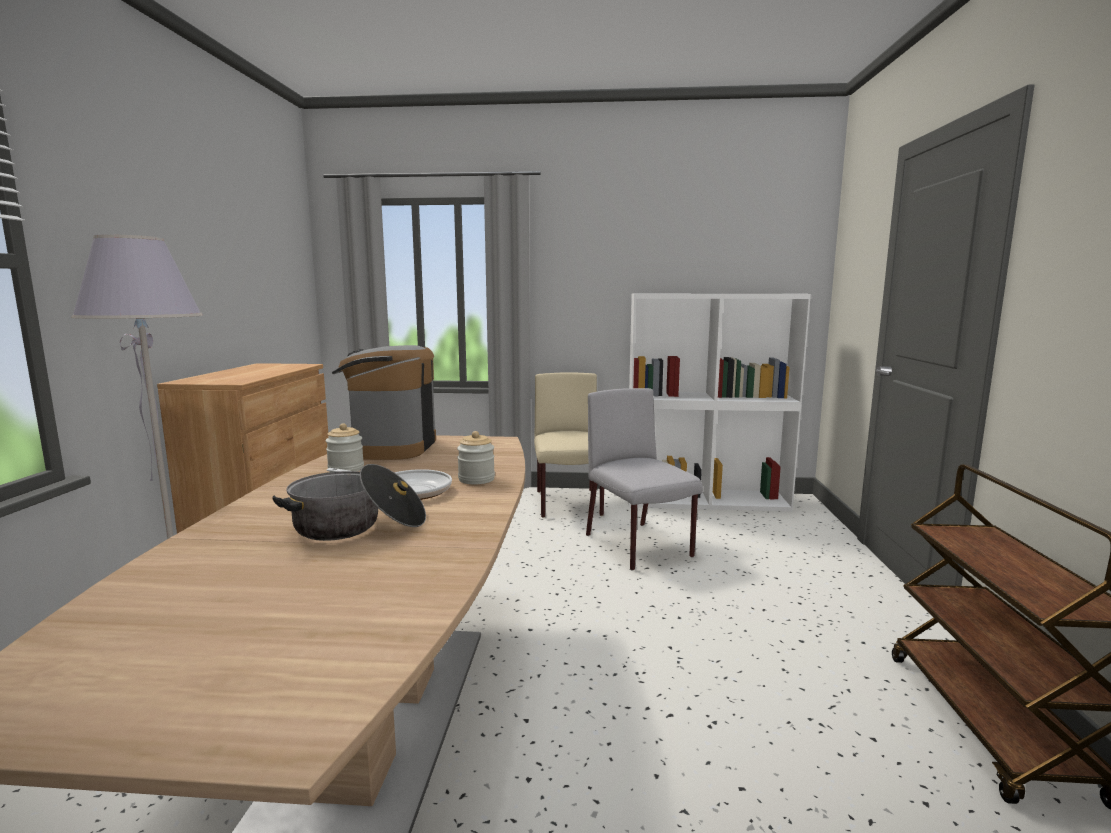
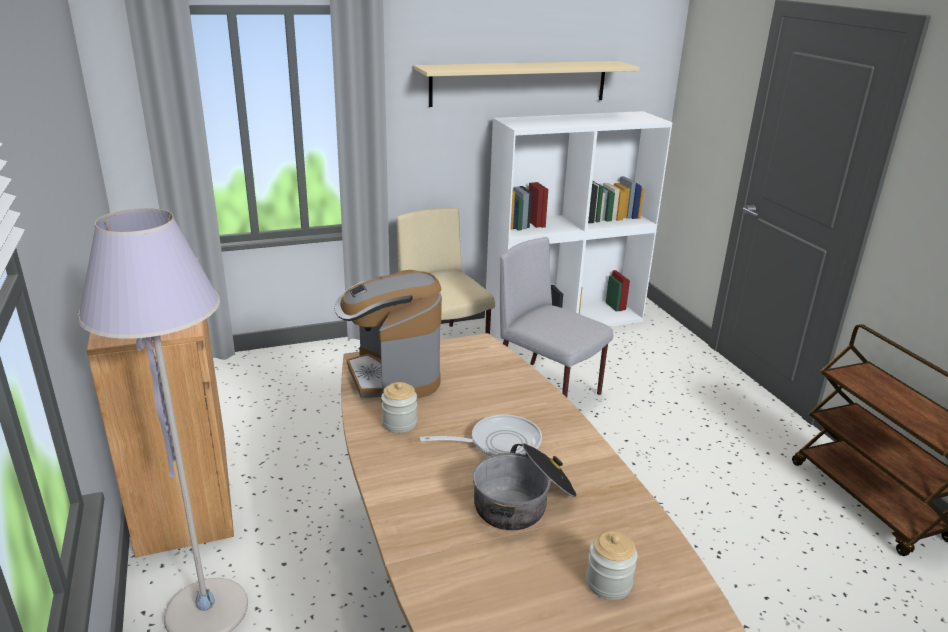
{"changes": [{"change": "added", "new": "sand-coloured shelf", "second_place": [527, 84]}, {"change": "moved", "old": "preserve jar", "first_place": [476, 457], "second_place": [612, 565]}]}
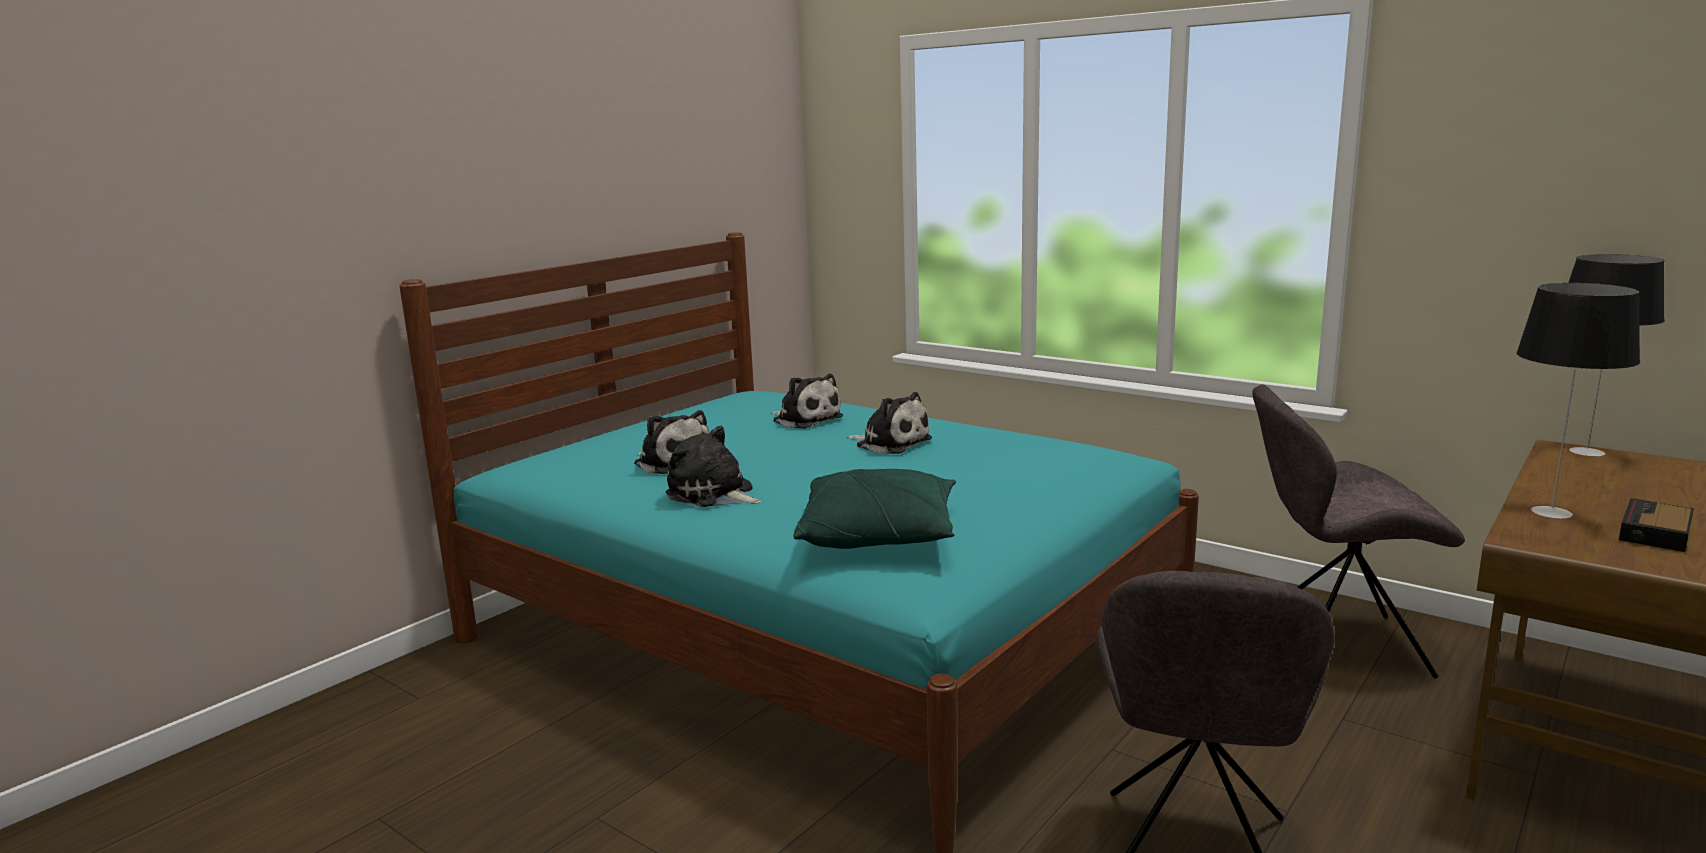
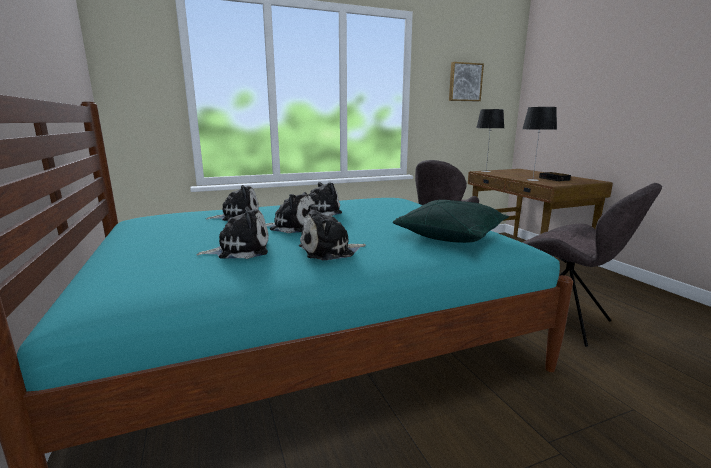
{"changes": [{"change": "added", "new": "cuddly toy", "second_place": [290, 212]}, {"change": "added", "new": "picture", "second_place": [466, 81]}]}
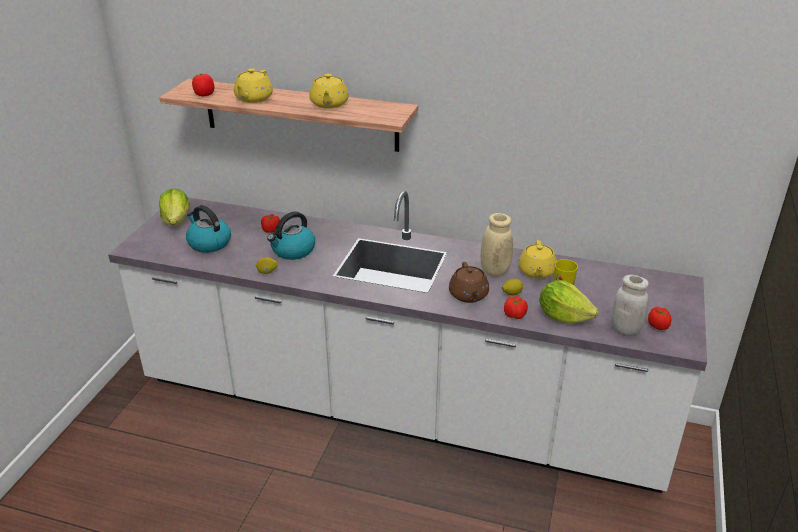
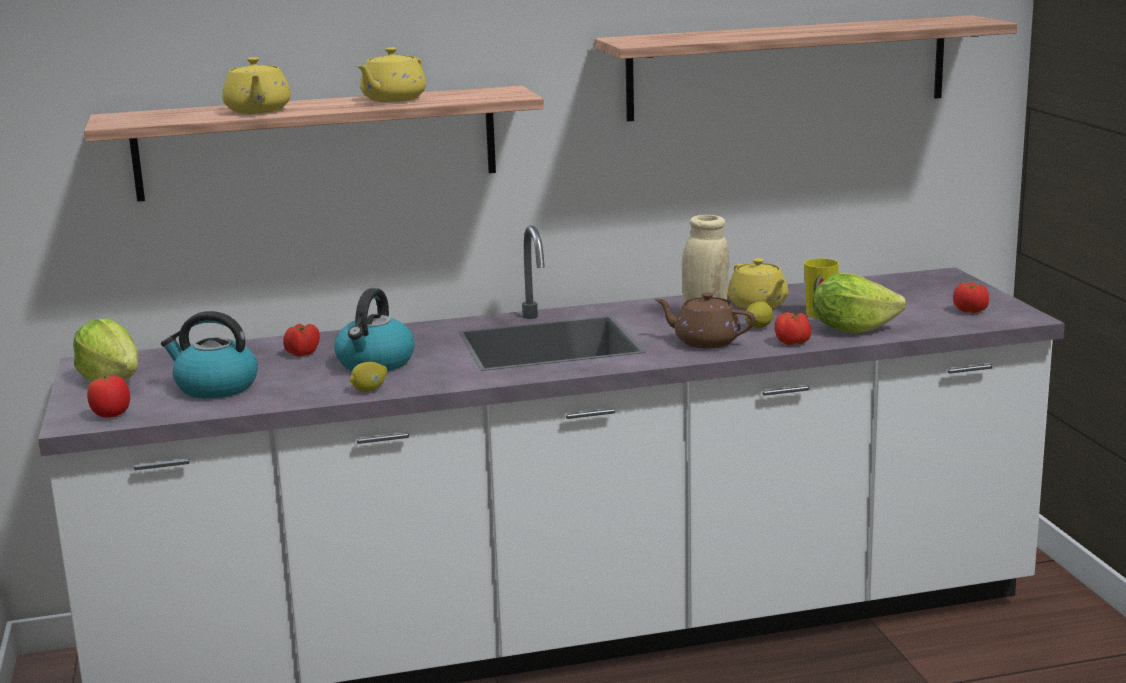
{"changes": [{"change": "removed", "old": "whitish preserve jar", "first_place": [630, 305]}, {"change": "added", "new": "shelf", "second_place": [805, 68]}, {"change": "moved", "old": "fresh tomato", "first_place": [203, 84], "second_place": [108, 396]}, {"change": "turned", "old": "yellow-coloured teapot", "first_place": [329, 91], "second_place": [391, 74], "degrees": 60}, {"change": "turned", "old": "brownish teapot", "first_place": [469, 282], "second_place": [705, 320], "degrees": 150}]}
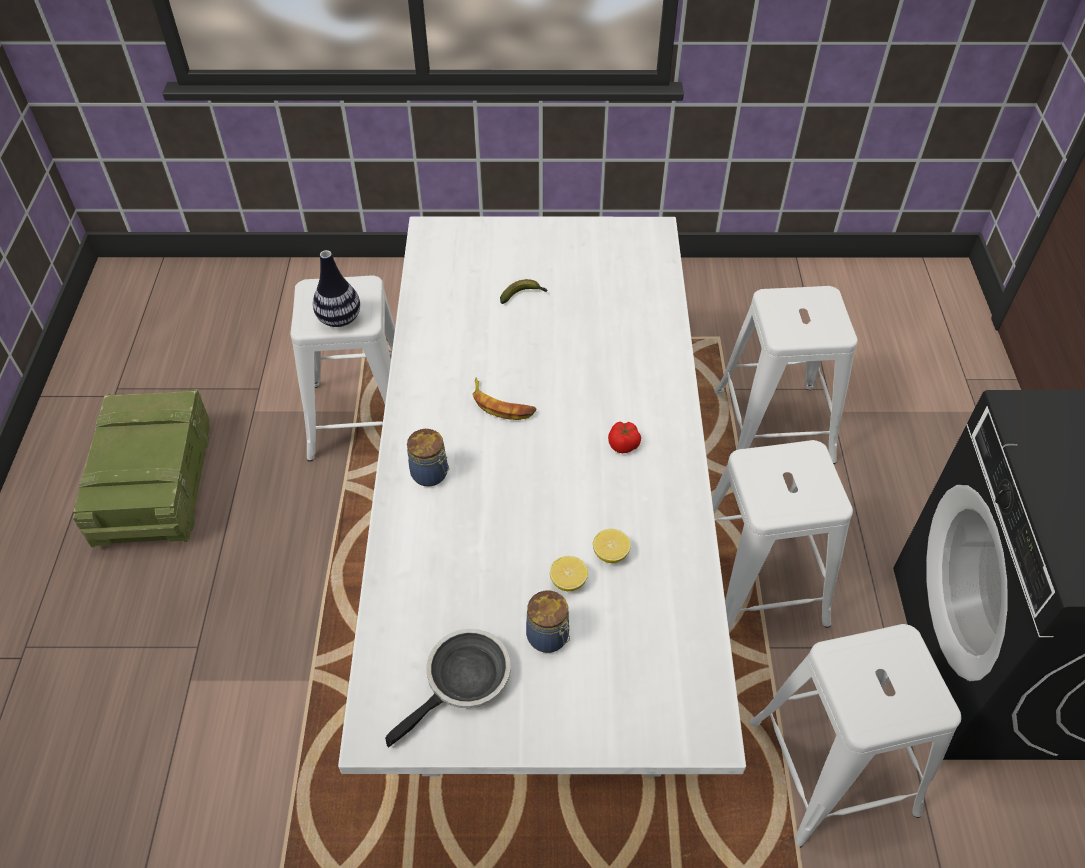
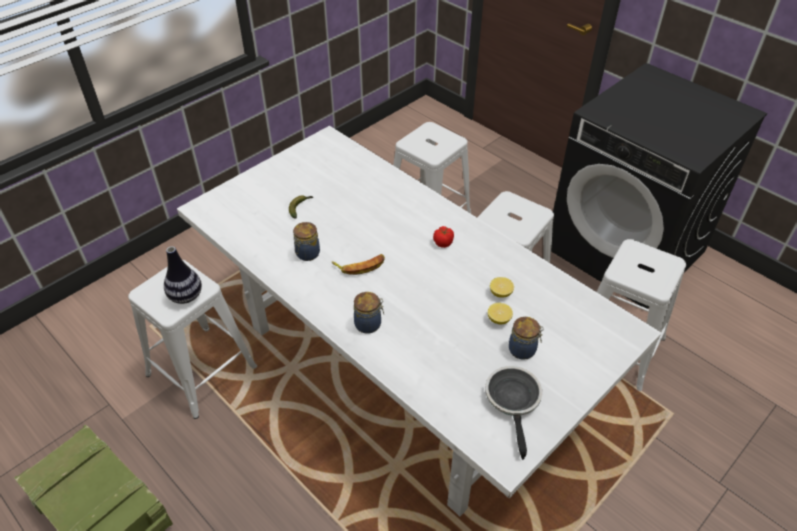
{"changes": [{"change": "added", "new": "preserve jar", "second_place": [306, 241]}]}
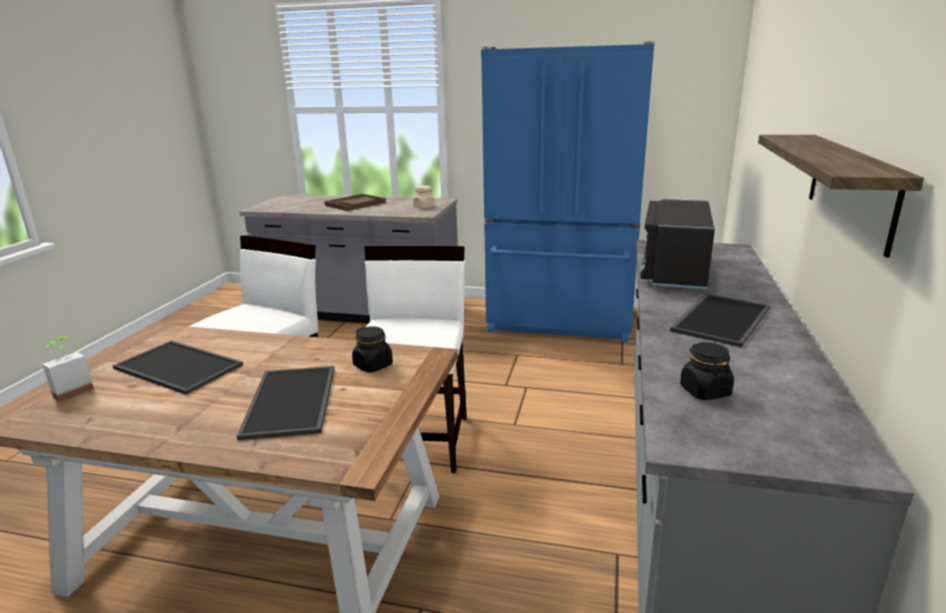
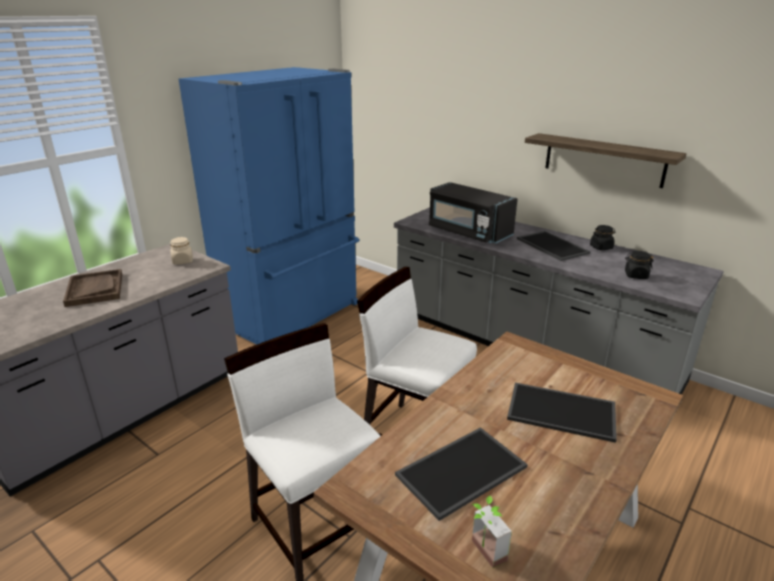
{"changes": [{"change": "moved", "old": "blackish preserve jar", "first_place": [372, 349], "second_place": [602, 237]}]}
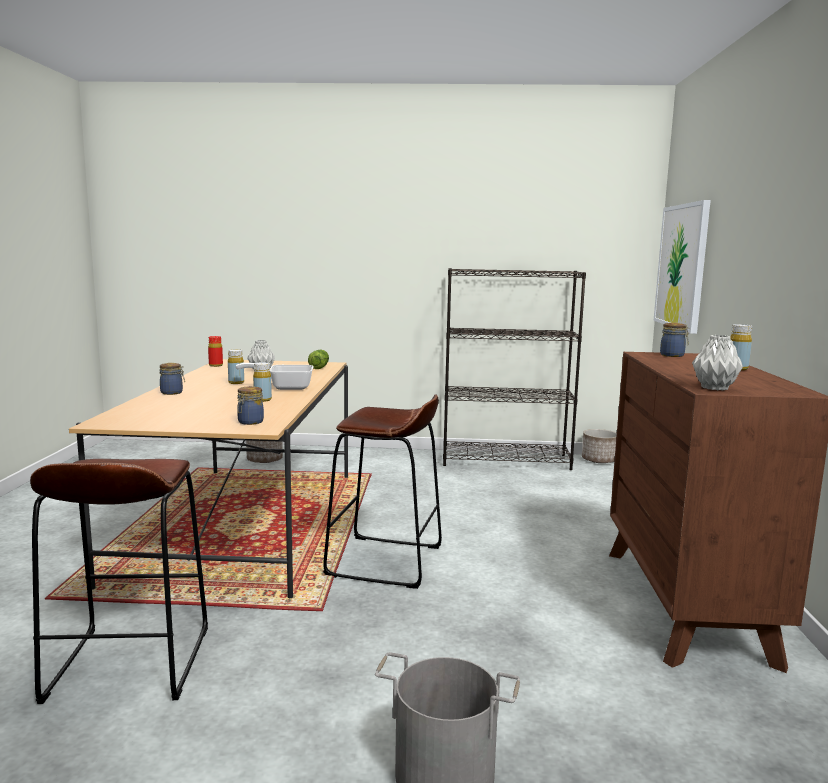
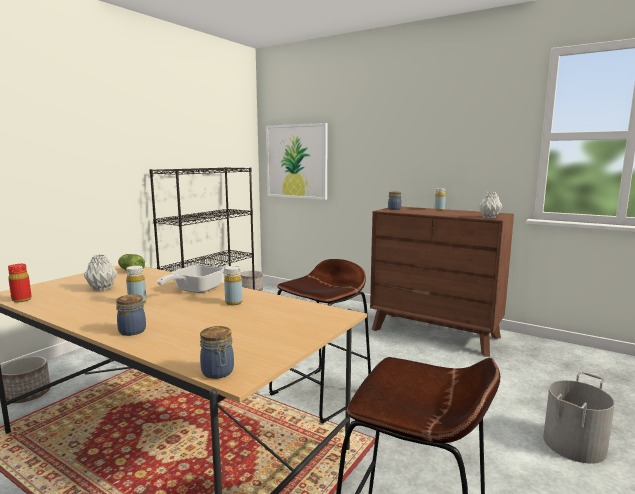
{"changes": [{"change": "moved", "old": "preserve jar", "first_place": [250, 405], "second_place": [217, 352]}]}
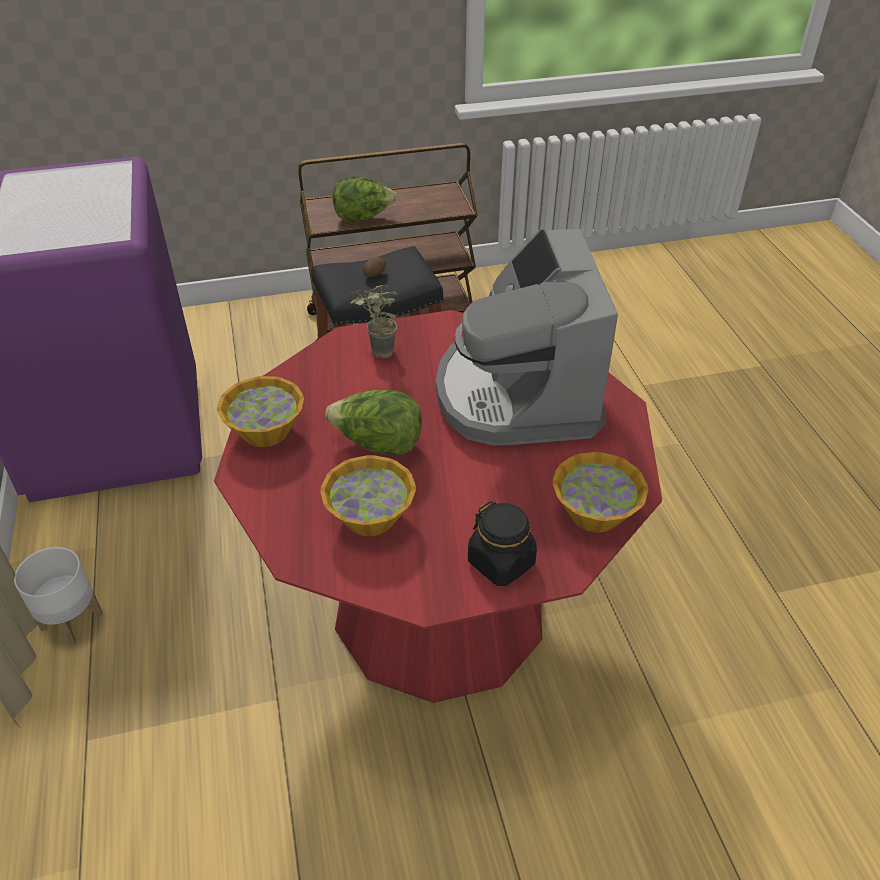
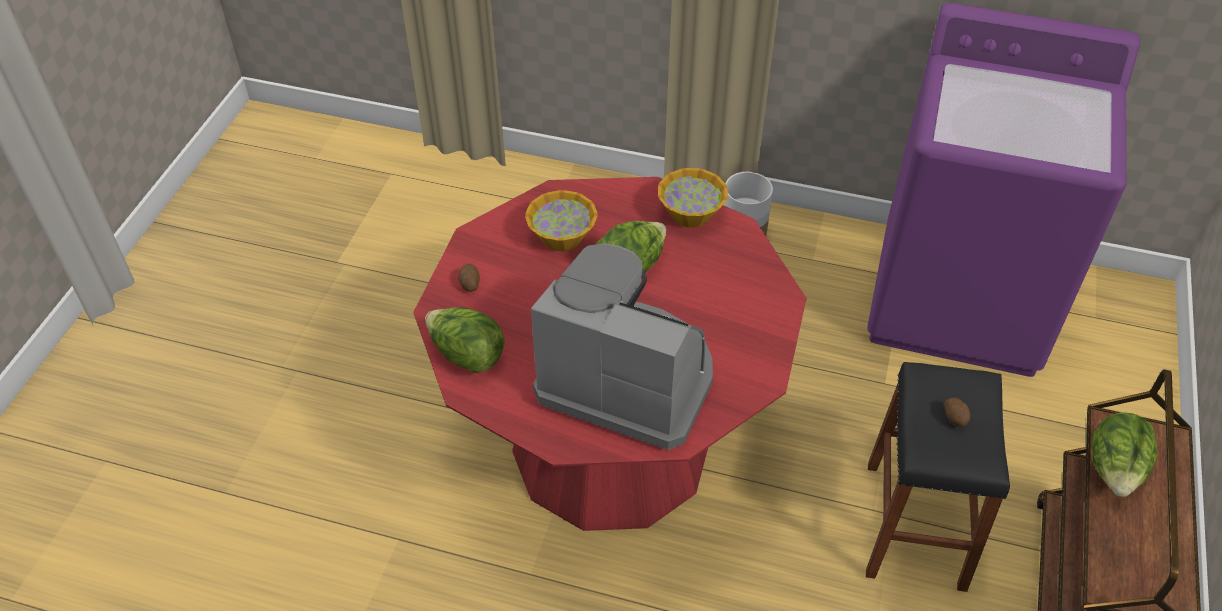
{"changes": [{"change": "removed", "old": "houseplant", "first_place": [373, 321]}, {"change": "replaced", "old": "blackish preserve jar", "new": "spud", "first_place": [502, 543], "second_place": [469, 278]}, {"change": "replaced", "old": "deep dish", "new": "lettuce", "first_place": [600, 492], "second_place": [465, 340]}]}
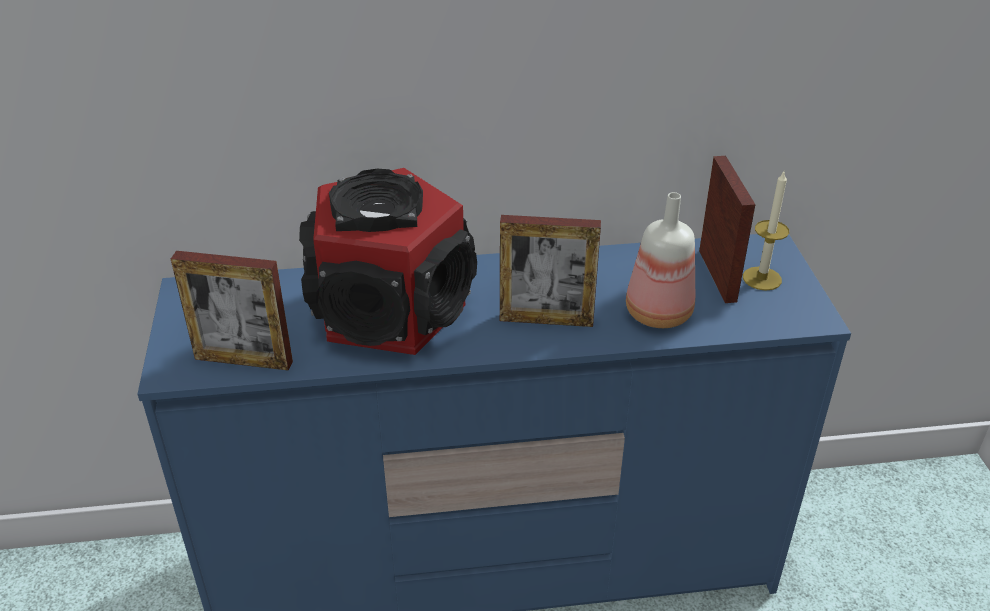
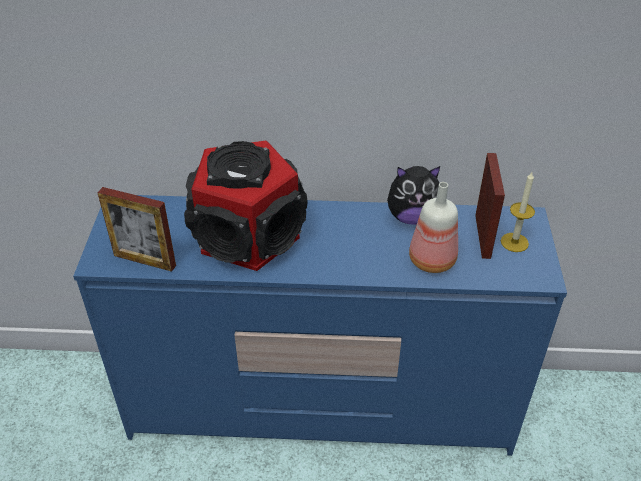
{"changes": [{"change": "removed", "old": "picture frame", "first_place": [550, 271]}, {"change": "added", "new": "cuddly toy", "second_place": [413, 195]}]}
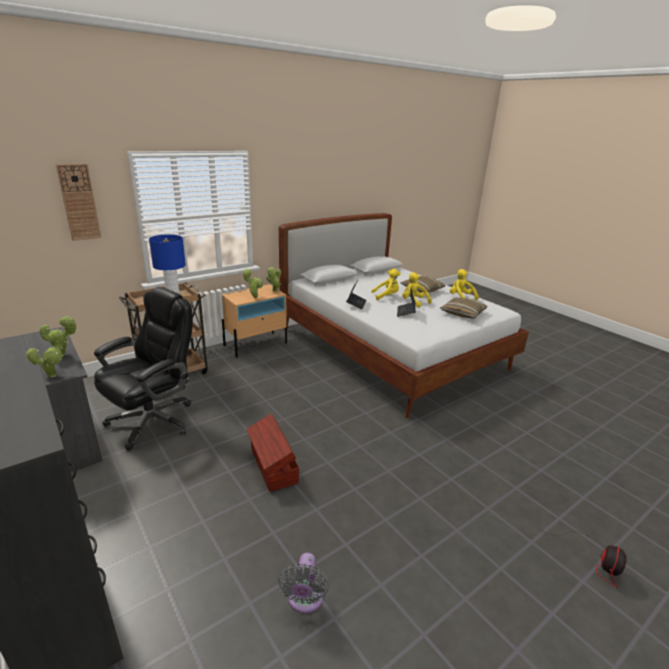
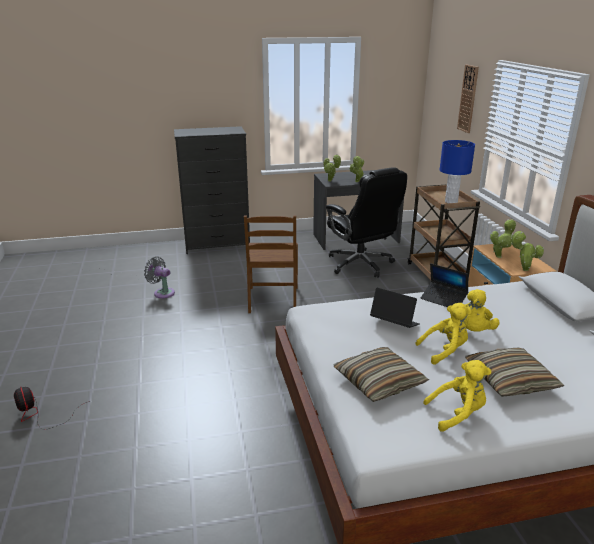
{"changes": [{"change": "replaced", "old": "brownish storage container", "new": "brownish upright chair", "first_place": [273, 452], "second_place": [271, 264]}]}
